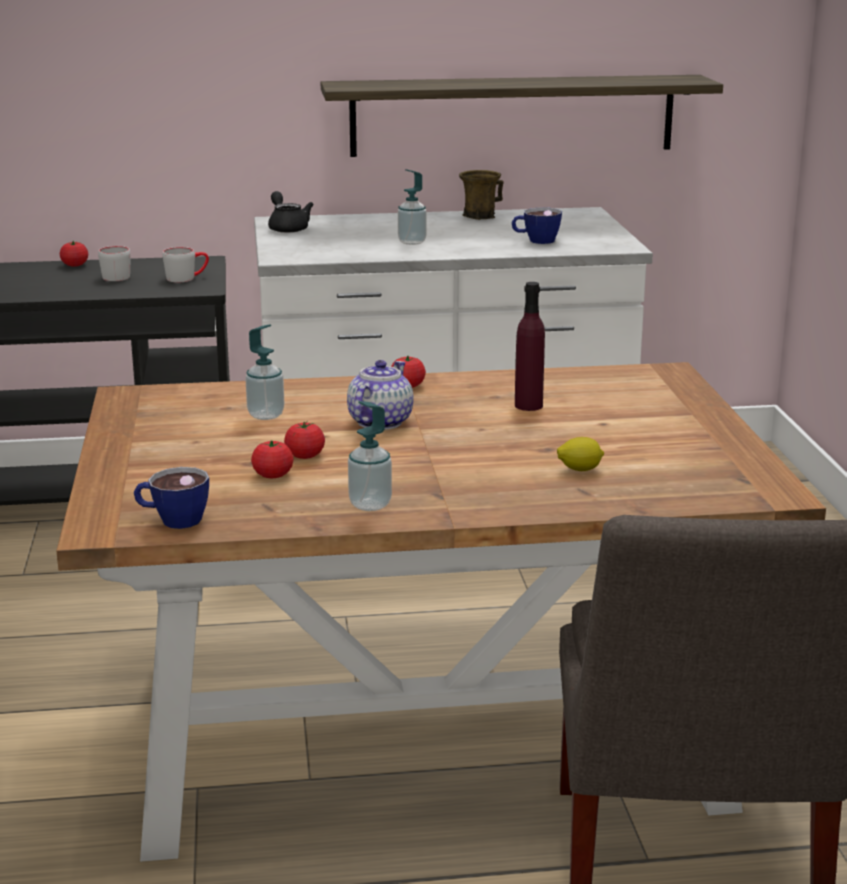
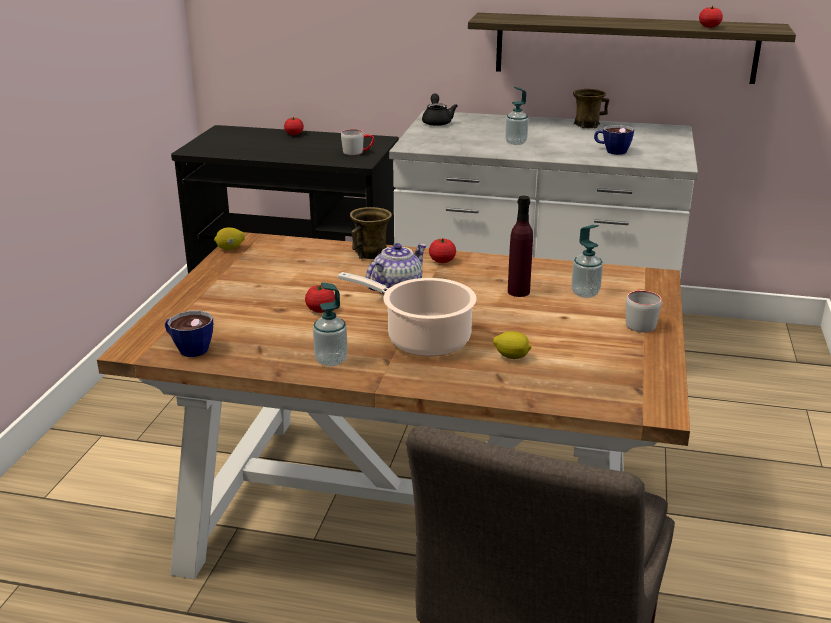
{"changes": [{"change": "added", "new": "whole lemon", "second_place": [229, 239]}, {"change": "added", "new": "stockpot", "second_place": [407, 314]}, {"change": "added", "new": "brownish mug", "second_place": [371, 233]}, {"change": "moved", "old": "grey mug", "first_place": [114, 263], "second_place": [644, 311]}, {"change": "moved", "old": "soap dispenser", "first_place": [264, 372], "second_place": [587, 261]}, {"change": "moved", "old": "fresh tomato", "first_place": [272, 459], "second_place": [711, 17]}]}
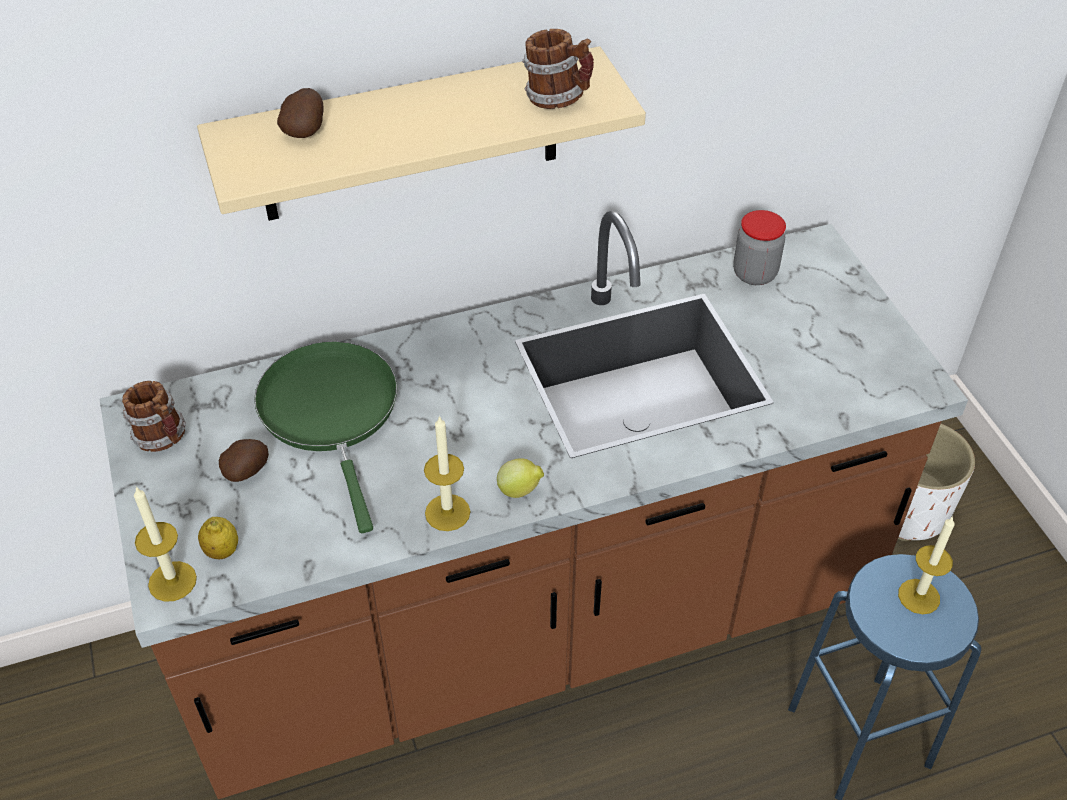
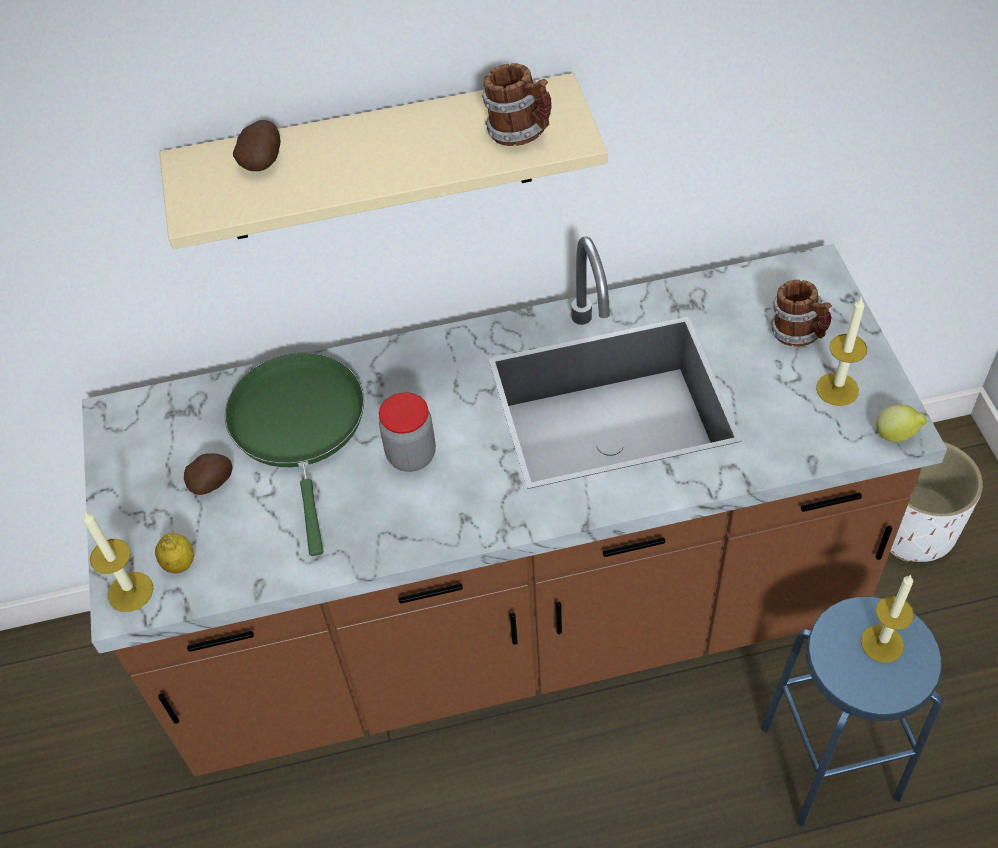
{"changes": [{"change": "moved", "old": "mug", "first_place": [154, 416], "second_place": [801, 313]}, {"change": "moved", "old": "wax light", "first_place": [447, 473], "second_place": [841, 351]}, {"change": "moved", "old": "whole lemon", "first_place": [520, 478], "second_place": [901, 423]}, {"change": "moved", "old": "preserve jar", "first_place": [759, 247], "second_place": [407, 432]}]}
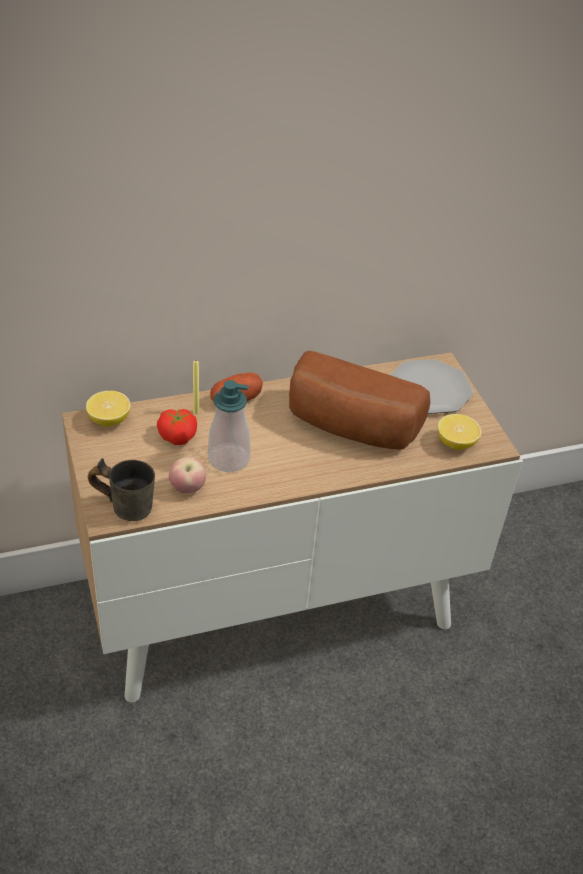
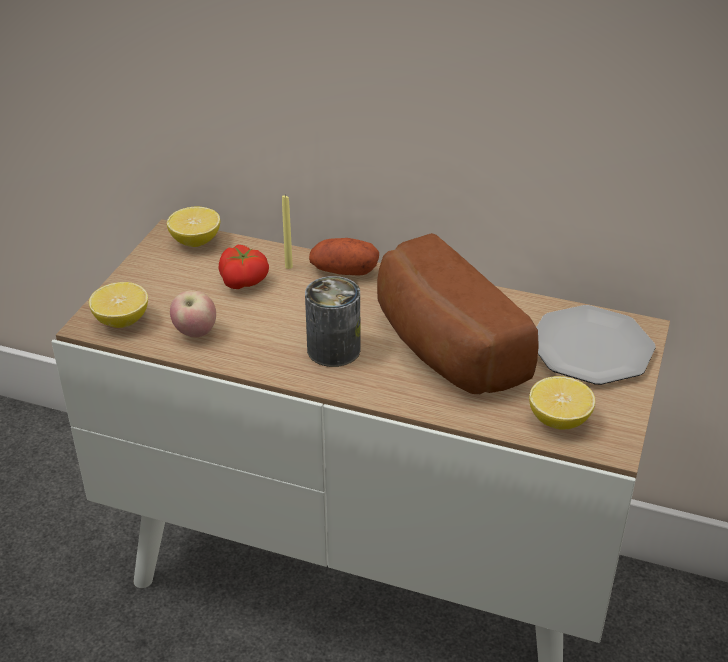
{"changes": [{"change": "removed", "old": "soap dispenser", "first_place": [229, 426]}, {"change": "added", "new": "can", "second_place": [332, 321]}, {"change": "replaced", "old": "grey mug", "new": "whole lemon", "first_place": [121, 489], "second_place": [118, 305]}]}
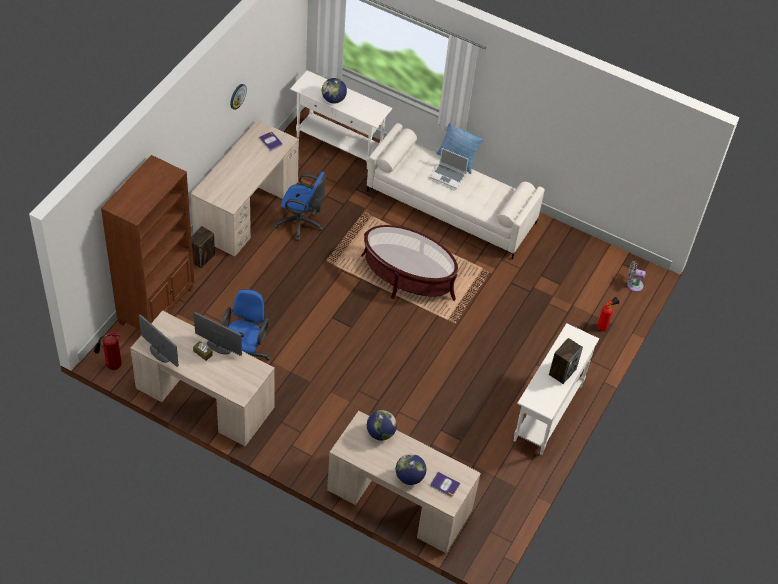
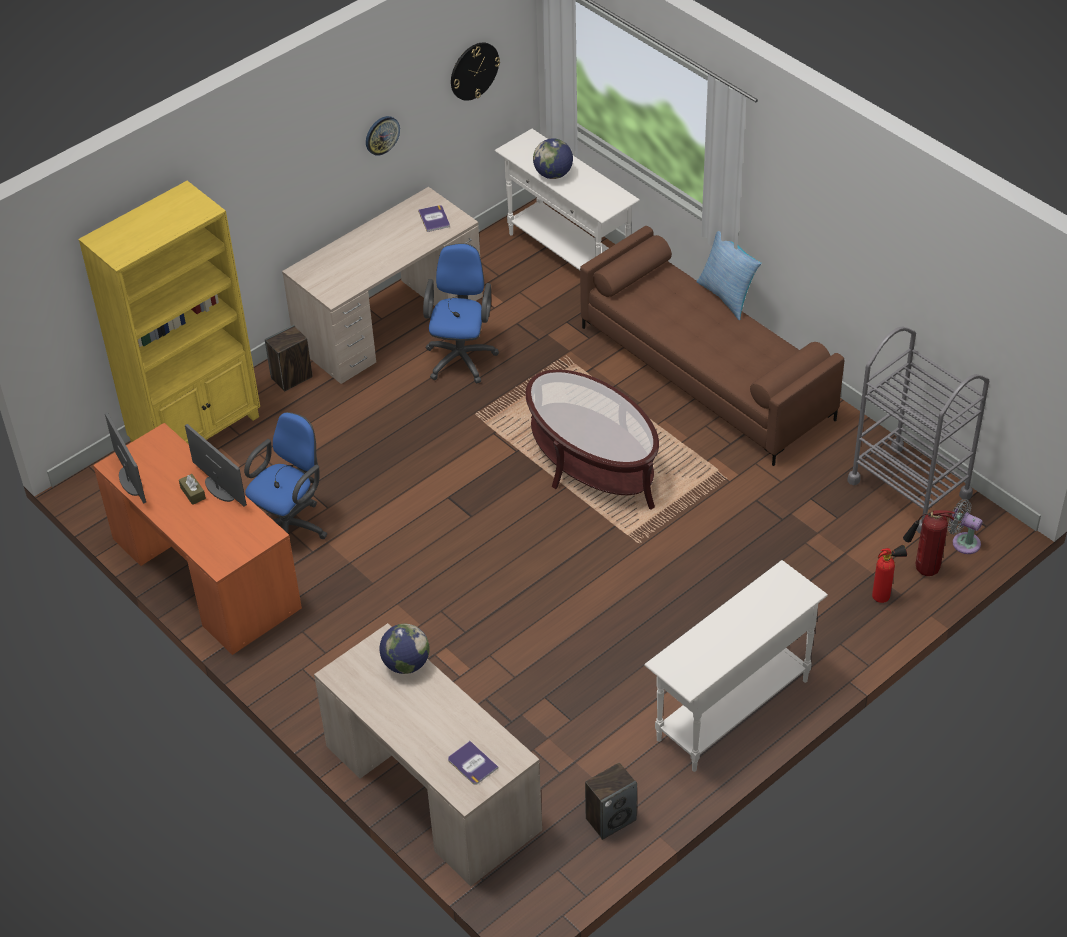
{"changes": [{"change": "removed", "old": "globe", "first_place": [411, 469]}, {"change": "removed", "old": "portable computer", "first_place": [449, 168]}, {"change": "added", "new": "clock on the wall", "second_place": [475, 71]}, {"change": "added", "new": "grey cart", "second_place": [918, 430]}, {"change": "moved", "old": "fire extinguisher", "first_place": [108, 351], "second_place": [929, 543]}, {"change": "moved", "old": "speaker", "first_place": [566, 361], "second_place": [611, 801]}, {"change": "recoloured", "old": "brownish bookshelf", "new": "yellow-coloured bookshelf", "first_place": [147, 242], "second_place": [169, 312]}, {"change": "recoloured", "old": "sand-coloured desk unit", "new": "orangey desk unit", "first_place": [202, 378], "second_place": [197, 539]}, {"change": "recoloured", "old": "whitish sofa", "new": "brownish sofa", "first_place": [456, 191], "second_place": [712, 346]}, {"change": "turned", "old": "blue desk chair", "first_place": [300, 206], "second_place": [461, 313], "degrees": -120}]}
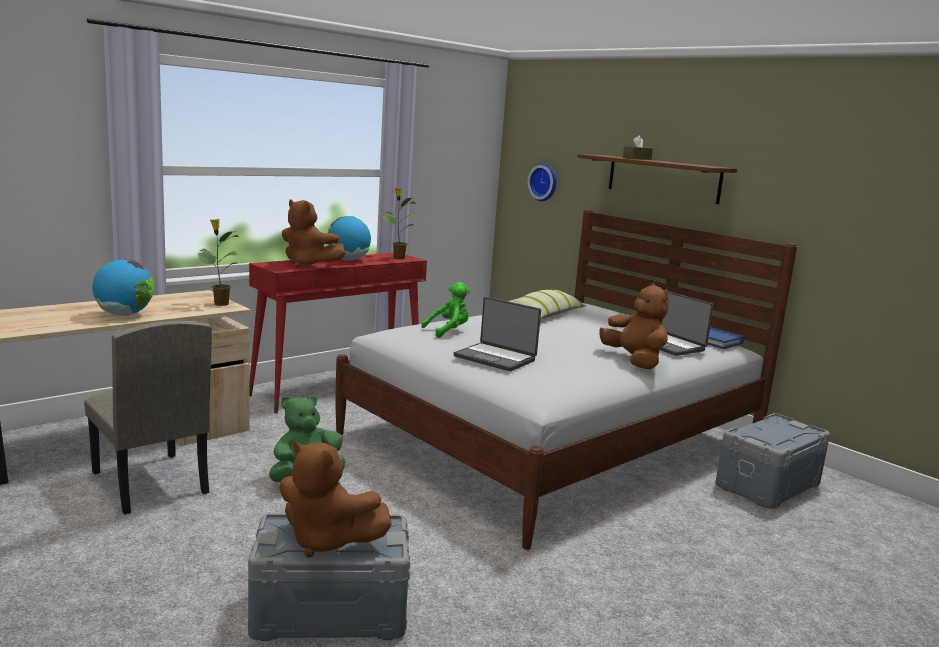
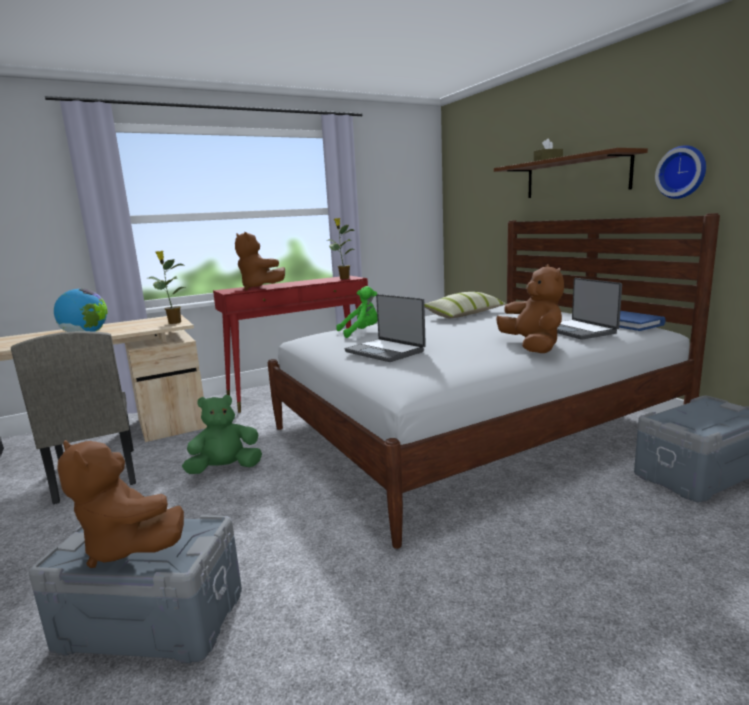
{"changes": [{"change": "removed", "old": "globe", "first_place": [349, 238]}, {"change": "moved", "old": "clock on the wall", "first_place": [541, 182], "second_place": [680, 172]}]}
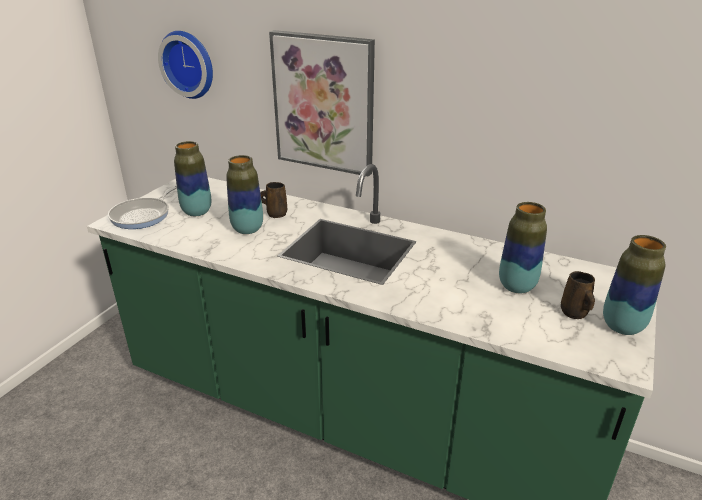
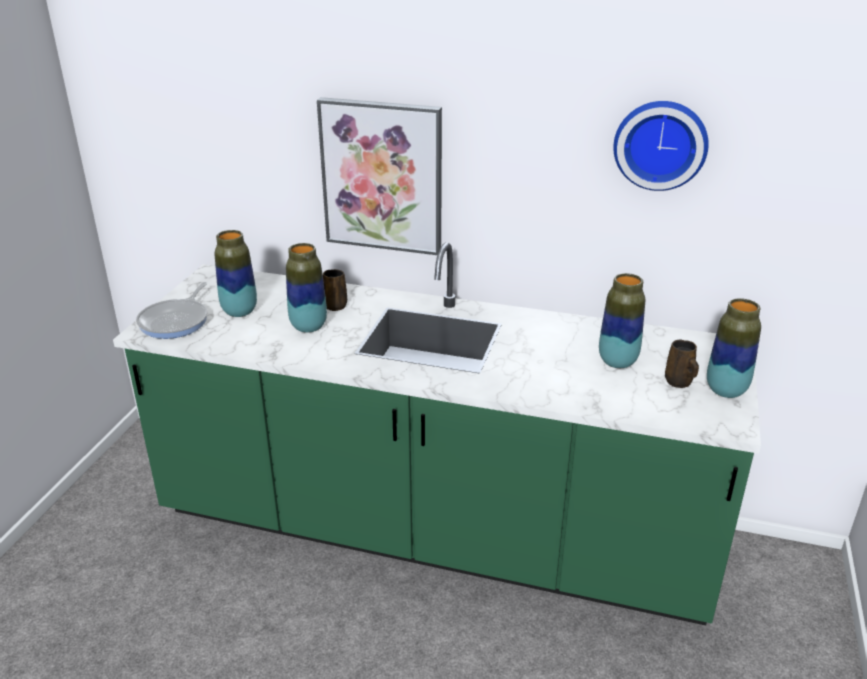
{"changes": [{"change": "moved", "old": "clock on the wall", "first_place": [185, 65], "second_place": [661, 146]}]}
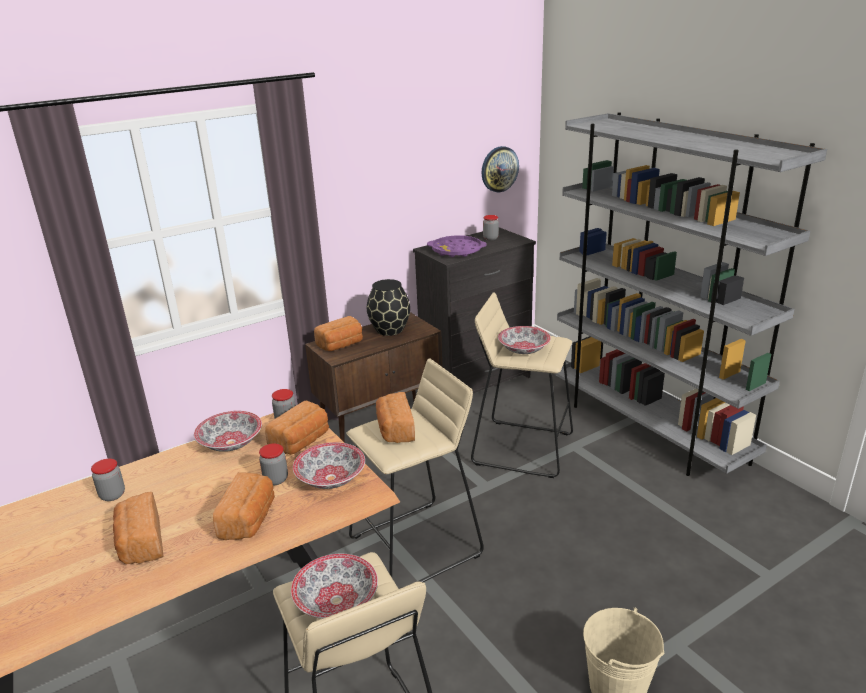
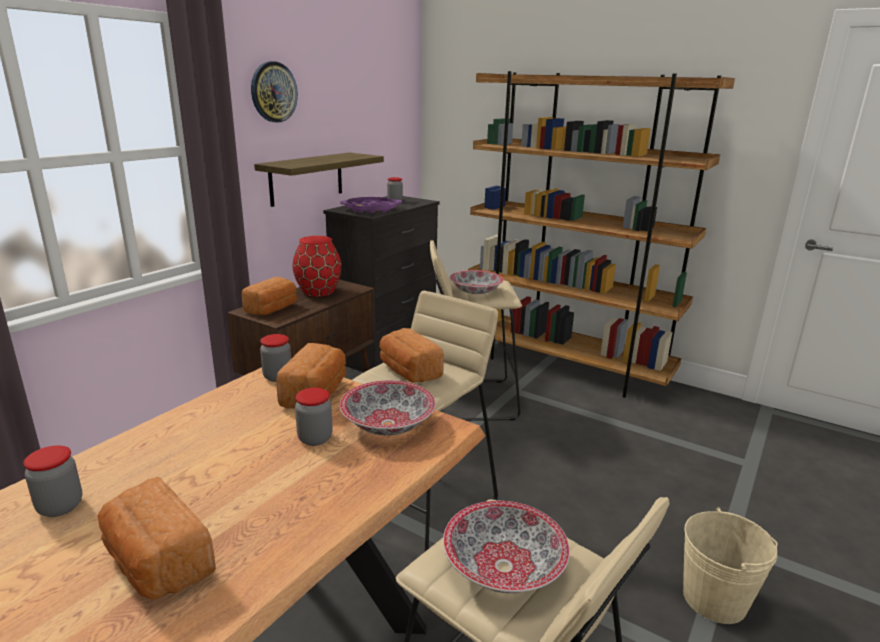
{"changes": [{"change": "removed", "old": "deep dish", "first_place": [228, 431]}, {"change": "removed", "old": "bakery bread", "first_place": [244, 506]}, {"change": "added", "new": "shelf", "second_place": [319, 180]}, {"change": "moved", "old": "clock on the wall", "first_place": [500, 169], "second_place": [274, 92]}, {"change": "recoloured", "old": "blackish decorative vase", "new": "red decorative vase", "first_place": [388, 307], "second_place": [317, 266]}, {"change": "recoloured", "old": "grey bookshelf", "new": "brownish bookshelf", "first_place": [690, 294], "second_place": [601, 234]}]}
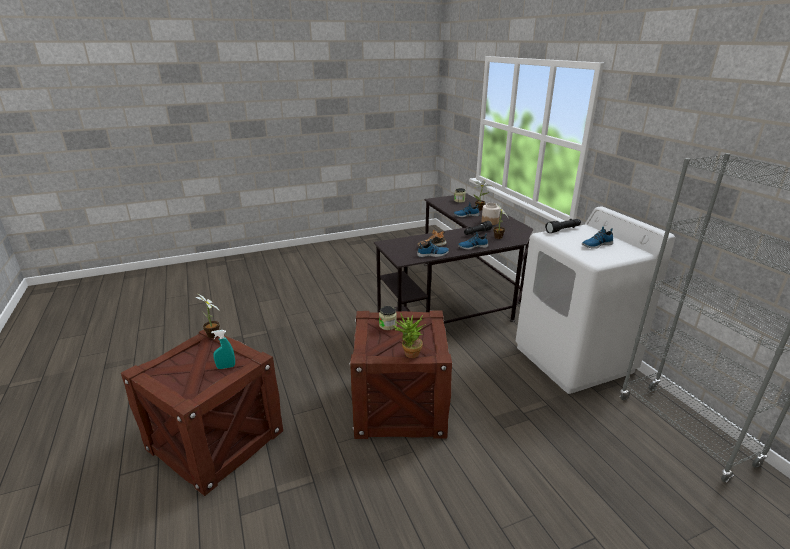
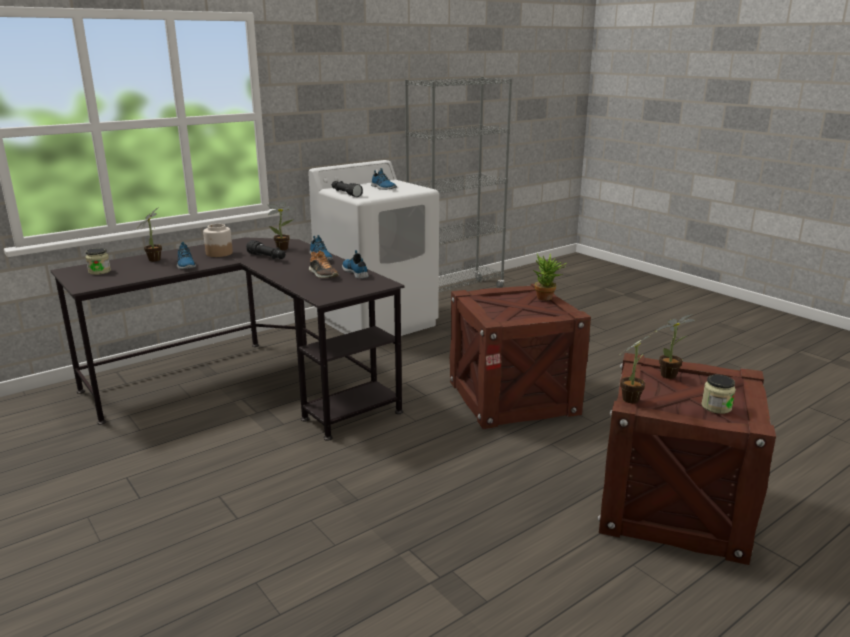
{"changes": [{"change": "moved", "old": "preserve jar", "first_place": [388, 318], "second_place": [719, 394]}, {"change": "replaced", "old": "blue-green spray bottle", "new": "houseplant", "first_place": [223, 349], "second_place": [675, 346]}]}
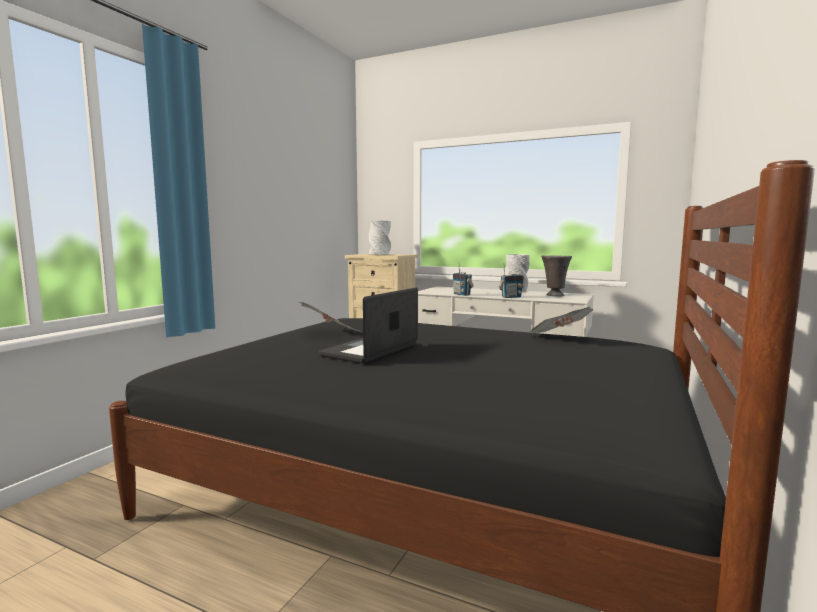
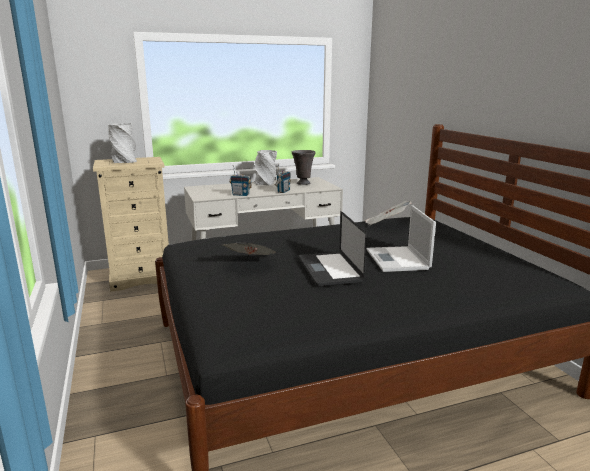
{"changes": [{"change": "added", "new": "portable computer", "second_place": [401, 238]}]}
